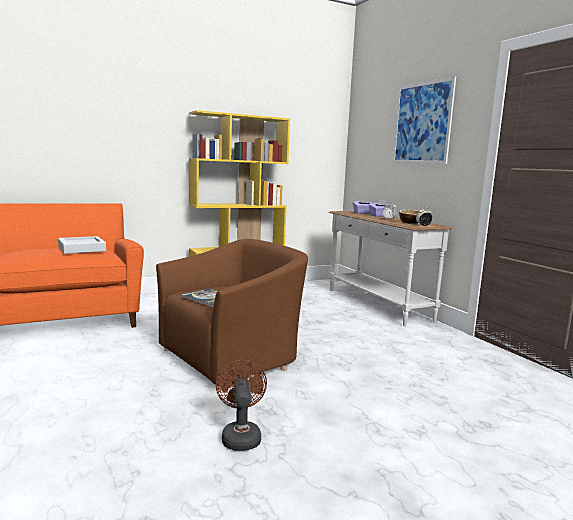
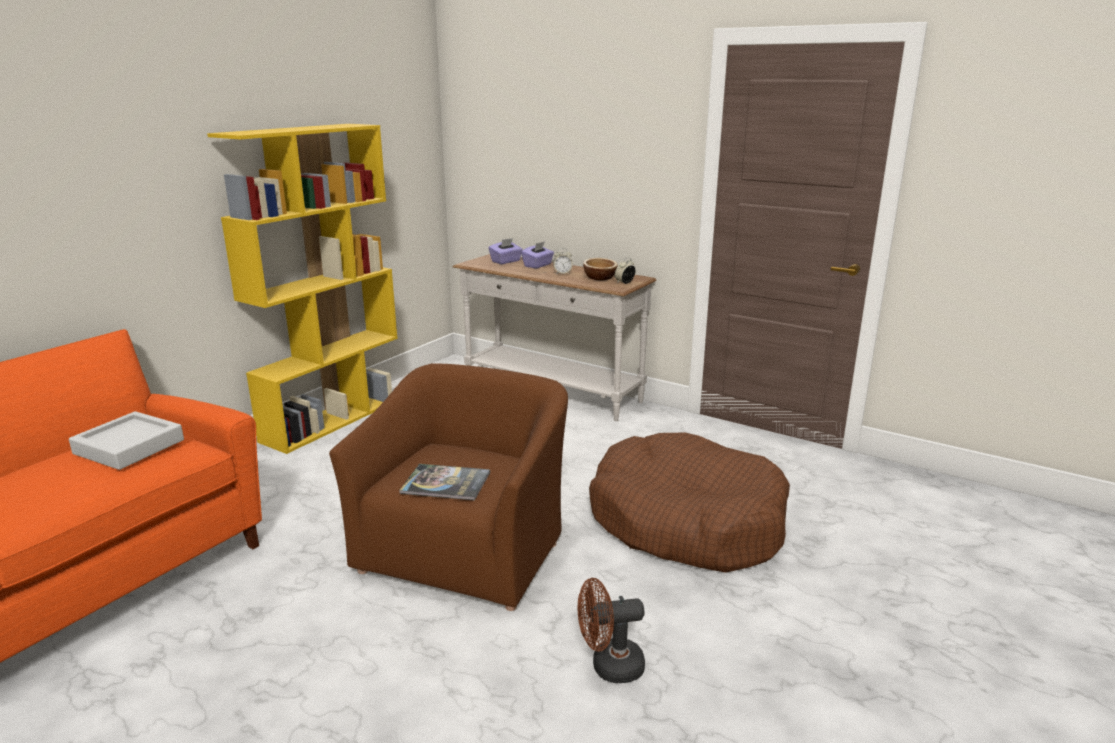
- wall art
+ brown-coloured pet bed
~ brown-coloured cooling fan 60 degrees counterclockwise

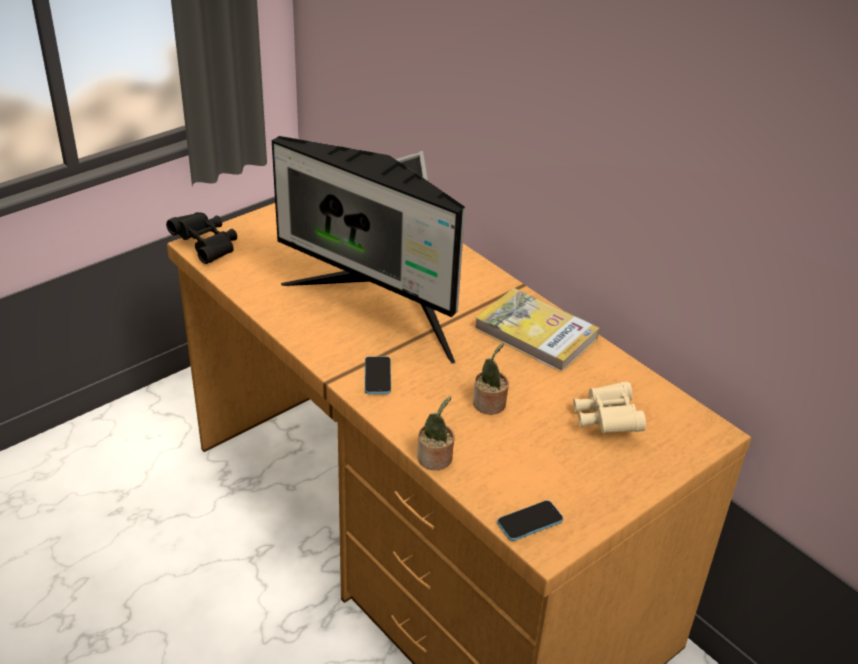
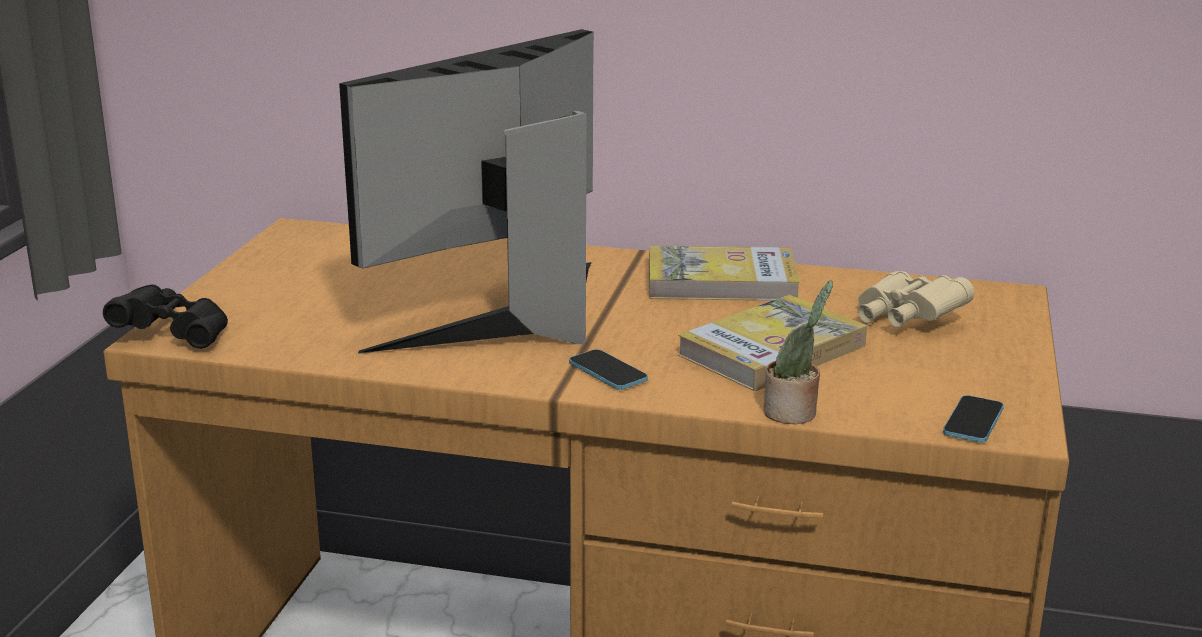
~ potted plant (no. 2 from left) to book (no. 2 from left)
~ computer display 135 degrees clockwise

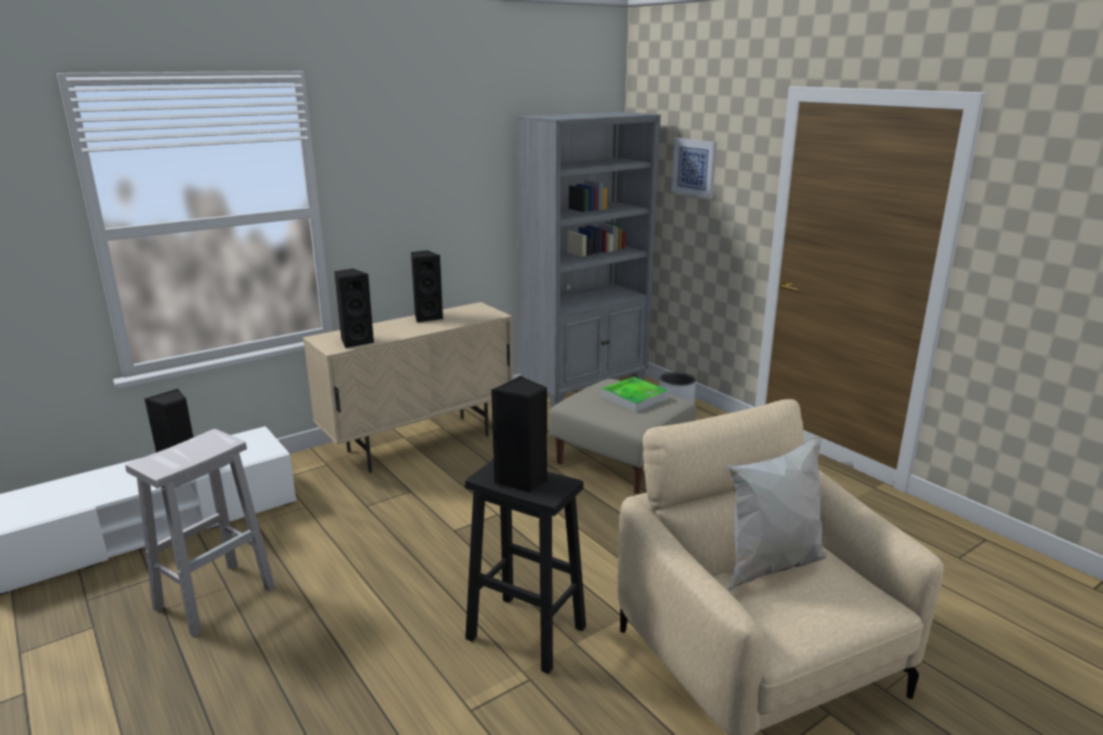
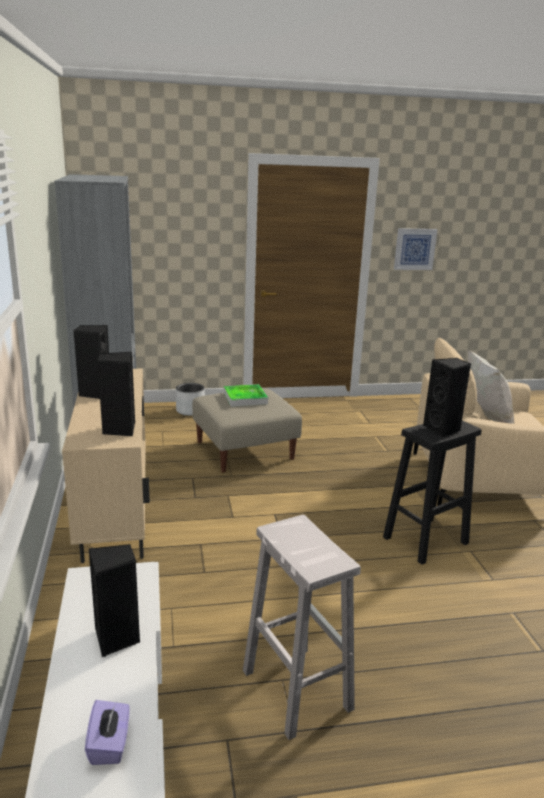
+ purplish tissue box
~ wall art

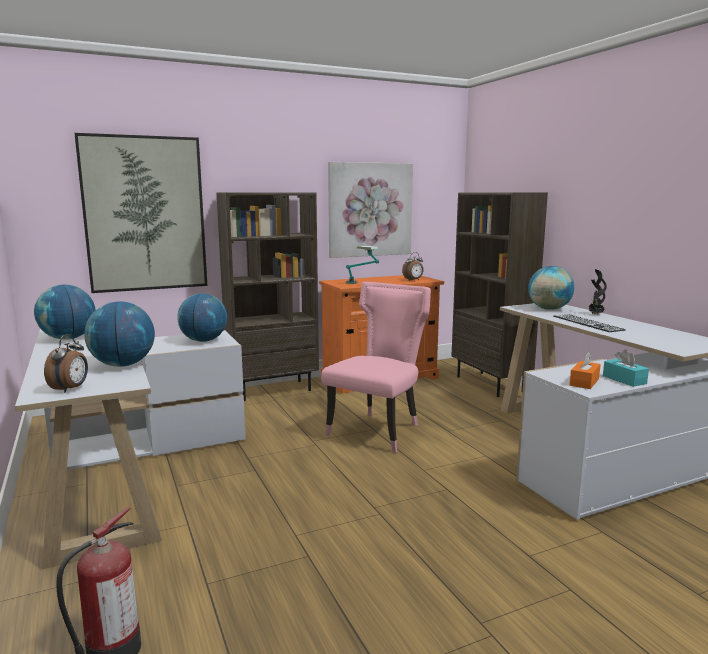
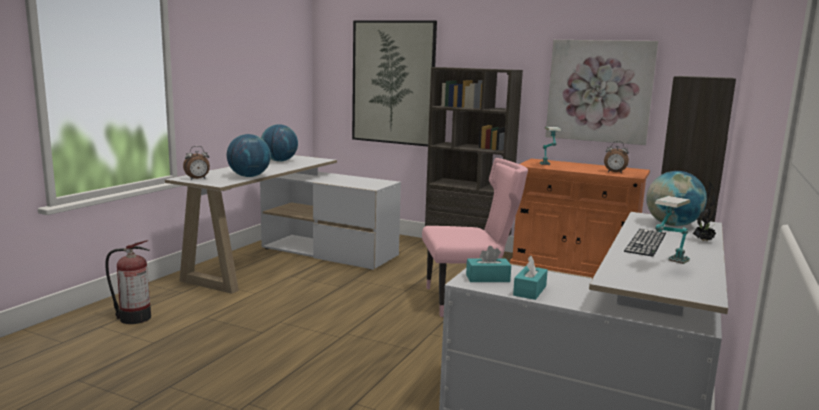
- globe (no. 3 from left)
+ lamp for a table (no. 2 from left)
~ orangey tissue box to turquoise tissue box (no. 1 from left)

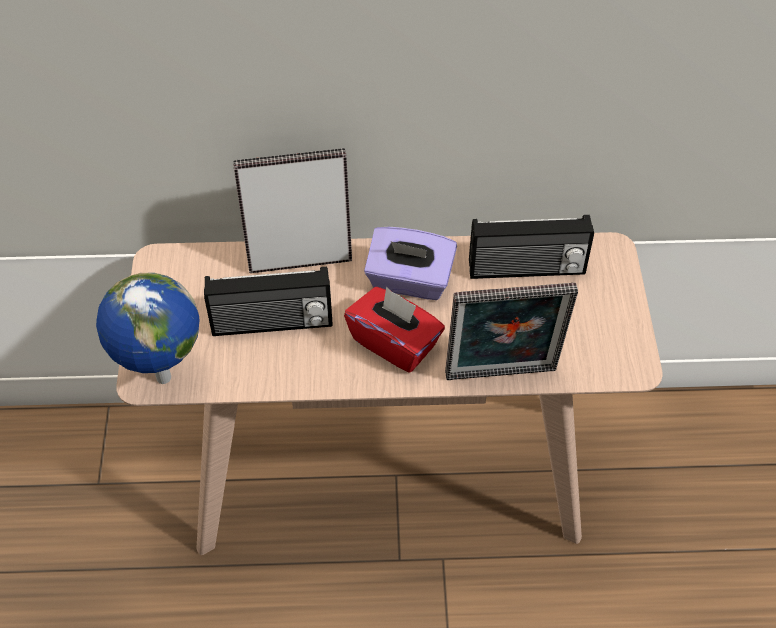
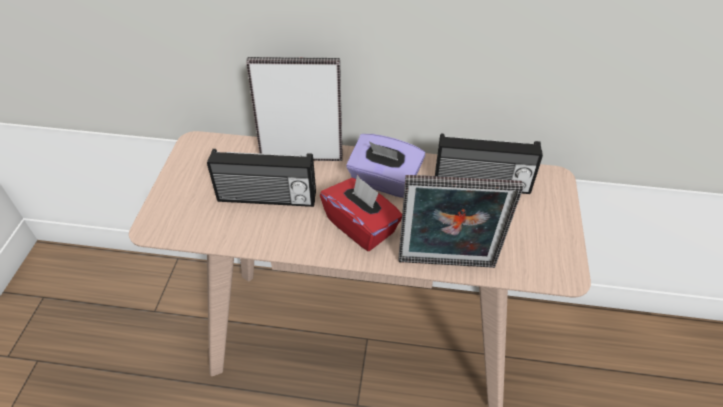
- globe

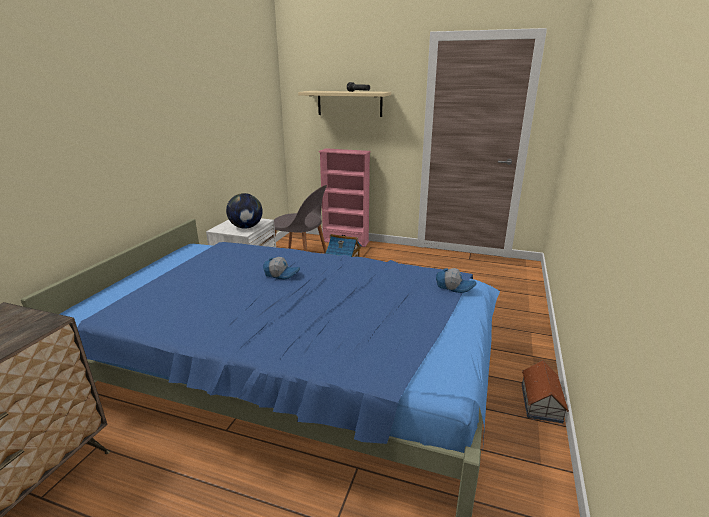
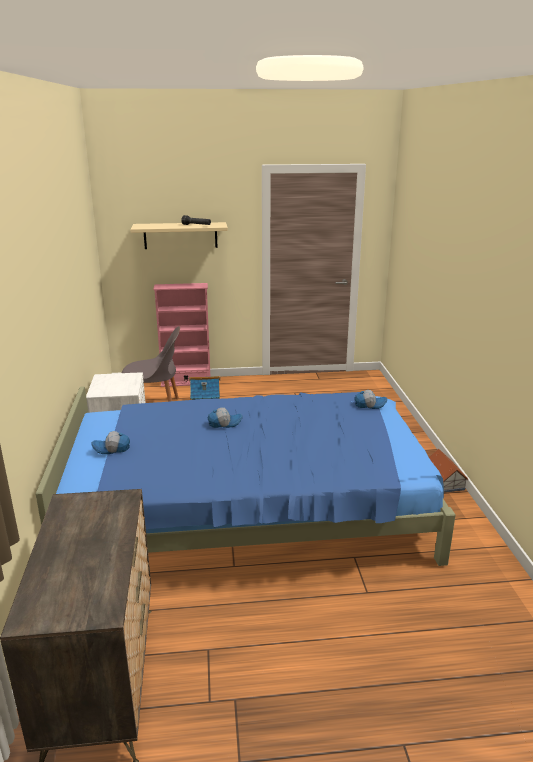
- globe
+ baseball cap (no. 1 from left)

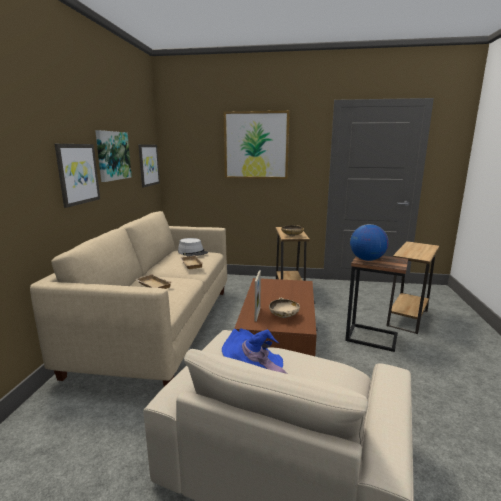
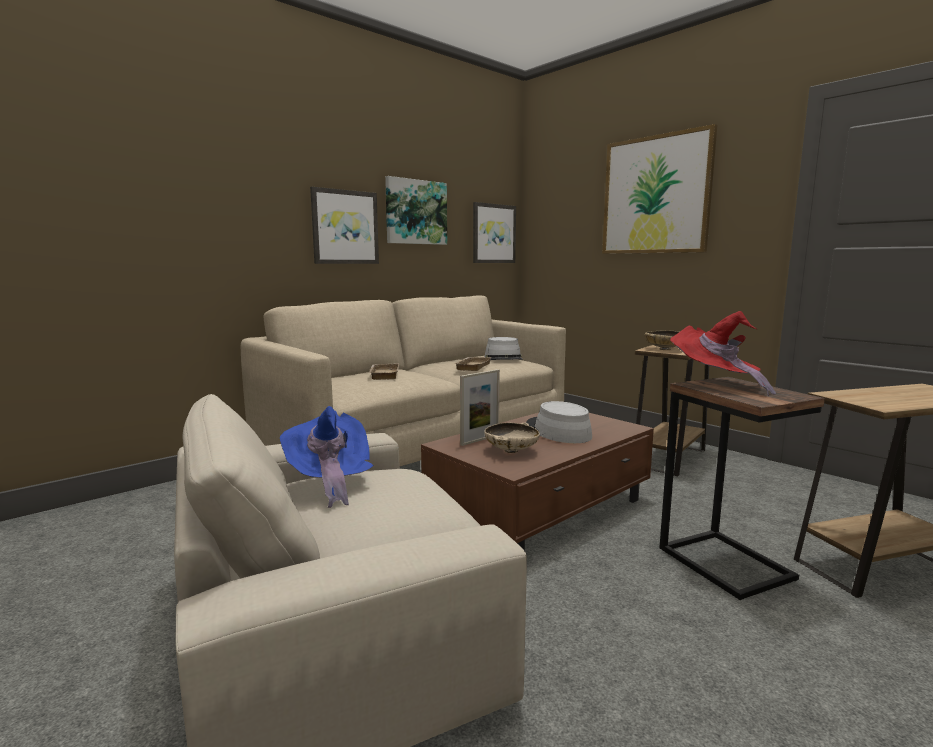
+ greyish wearable hat (no. 2 from left)
~ globe to red-coloured wearable hat

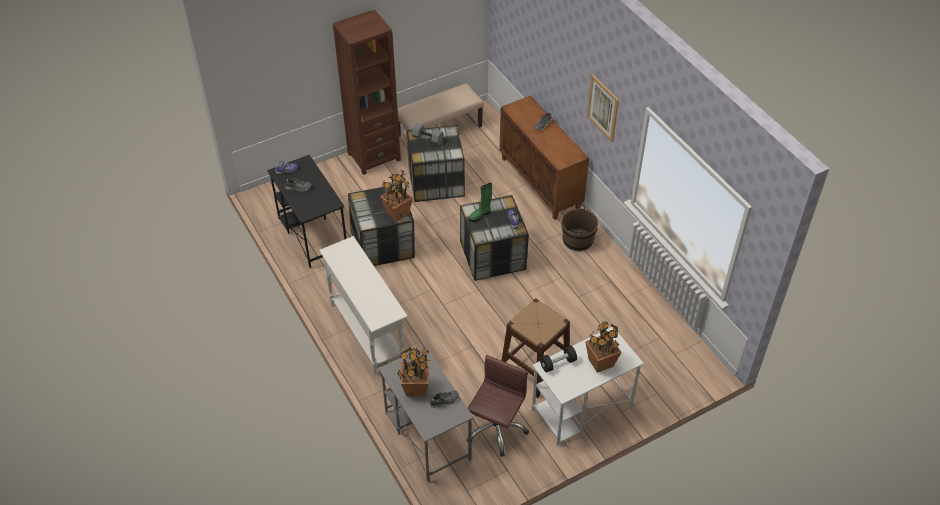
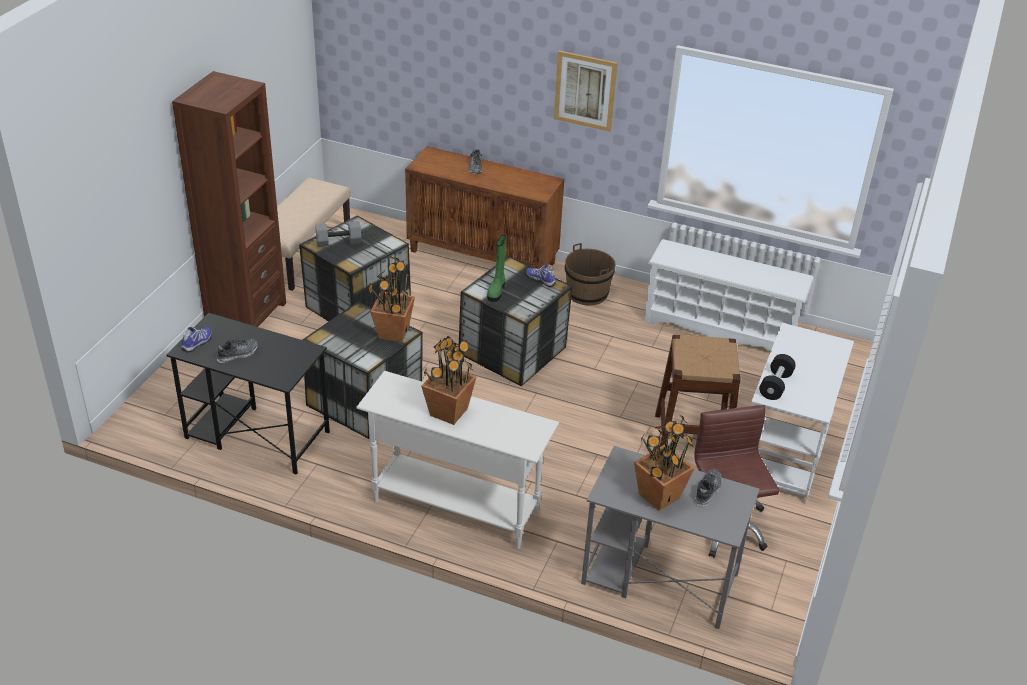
+ white shoe rack
~ potted plant (no. 3 from left in the first image) to potted plant (no. 2 from left)

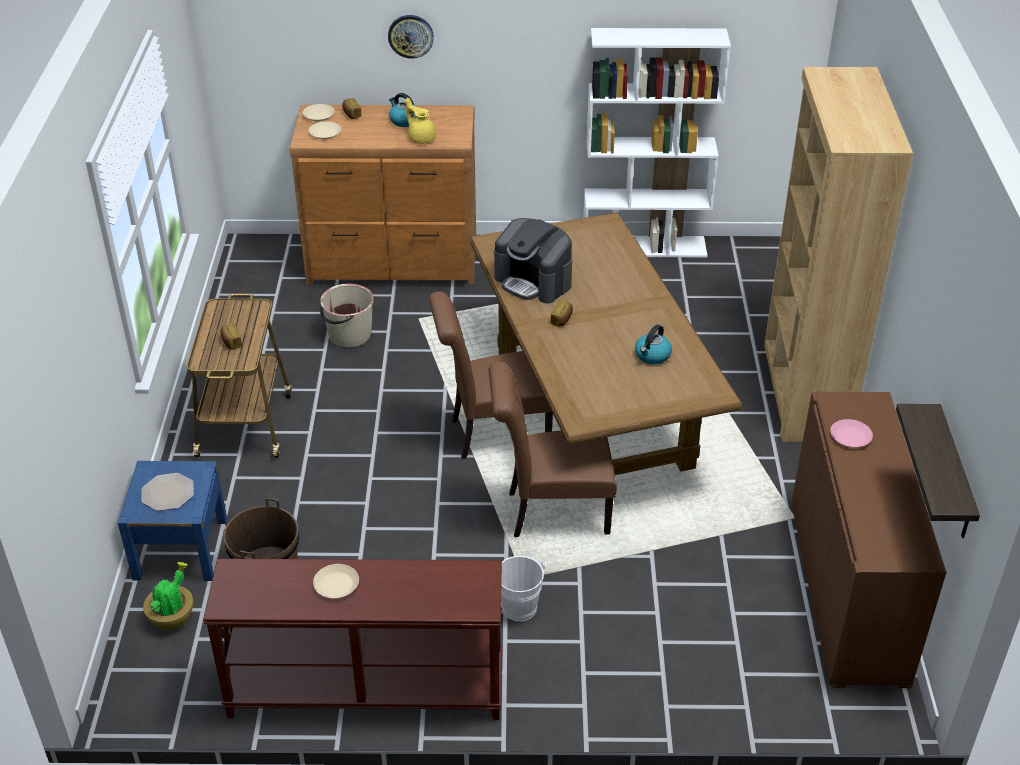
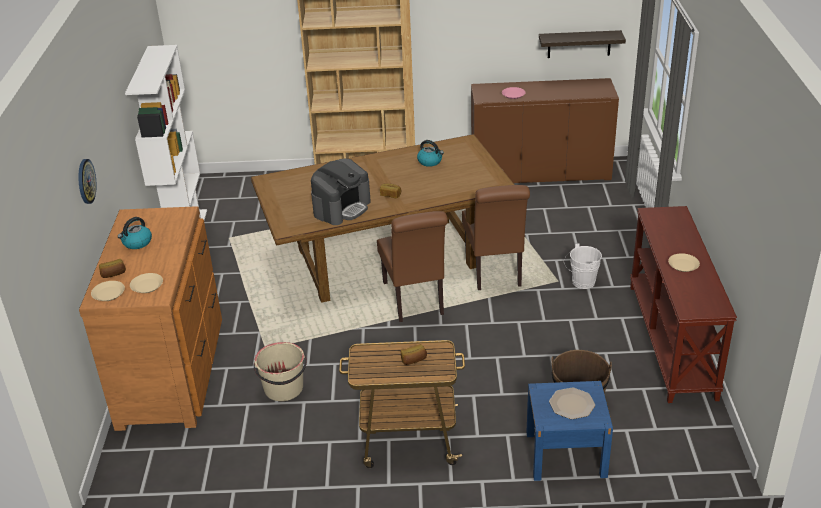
- potted plant
- yellow teapot

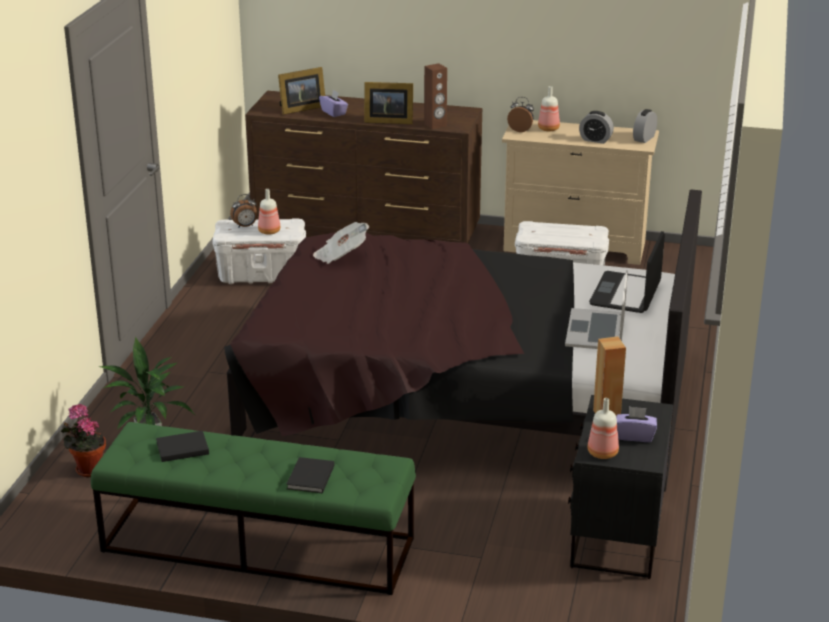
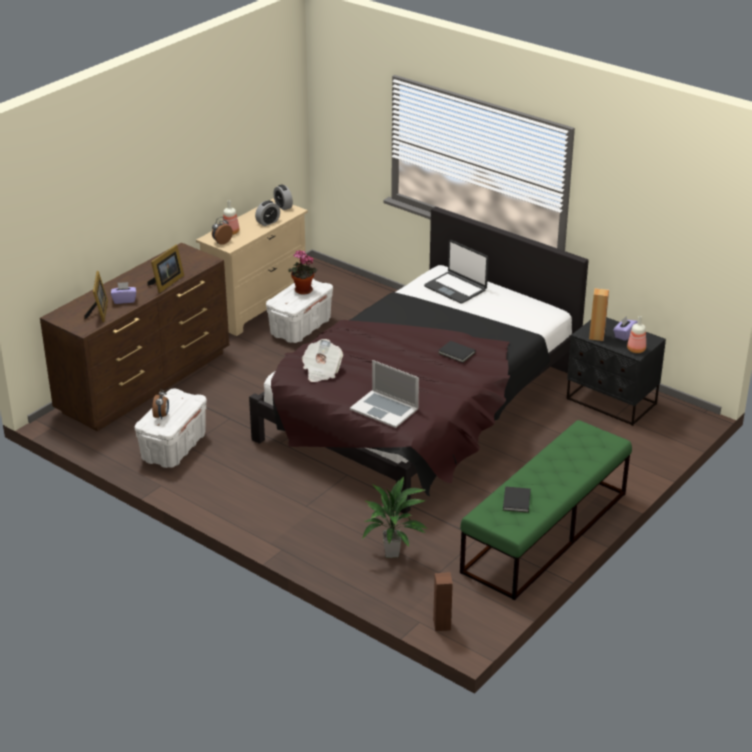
- beverage bottle (no. 1 from left)
~ potted plant (no. 1 from left)
~ black-coloured book (no. 2 from left in the first image) to black-coloured book (no. 1 from left)
~ brown-coloured audio speaker (no. 1 from left)
~ portable computer (no. 1 from left)

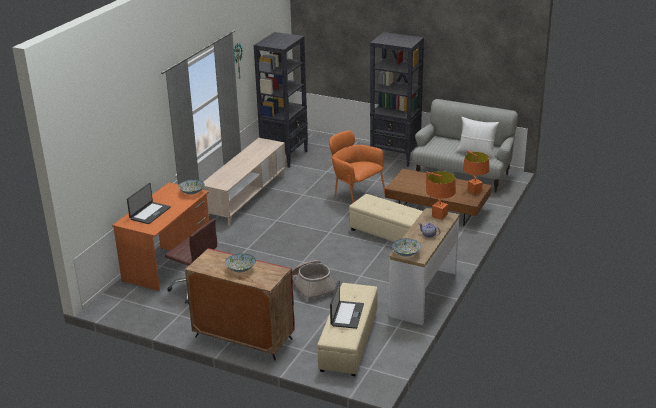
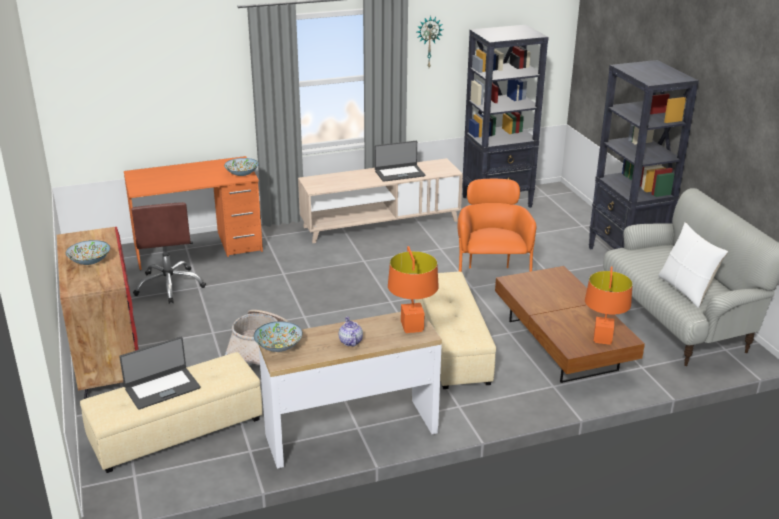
~ portable computer (no. 1 from left in the first image) to portable computer (no. 2 from left)

